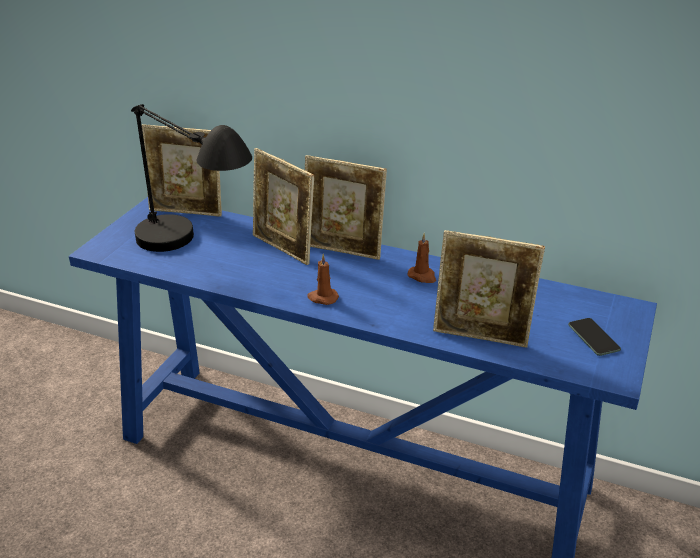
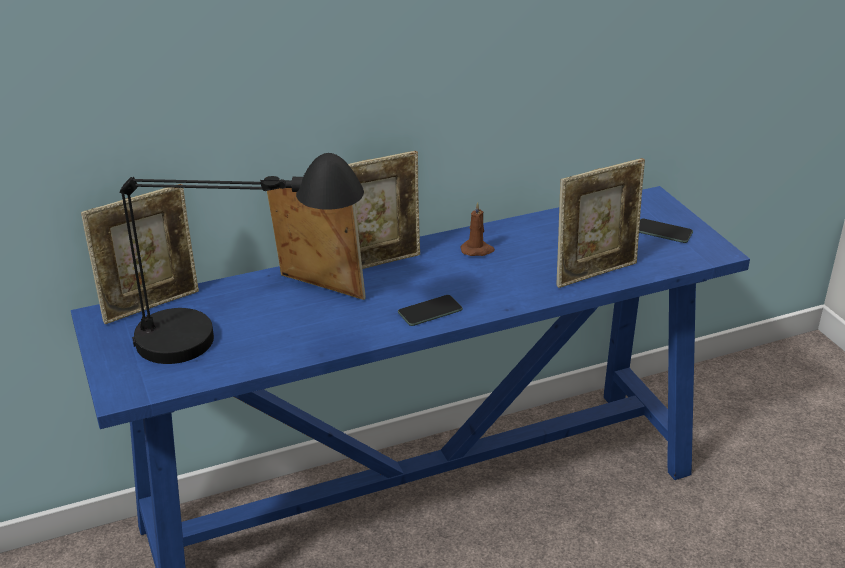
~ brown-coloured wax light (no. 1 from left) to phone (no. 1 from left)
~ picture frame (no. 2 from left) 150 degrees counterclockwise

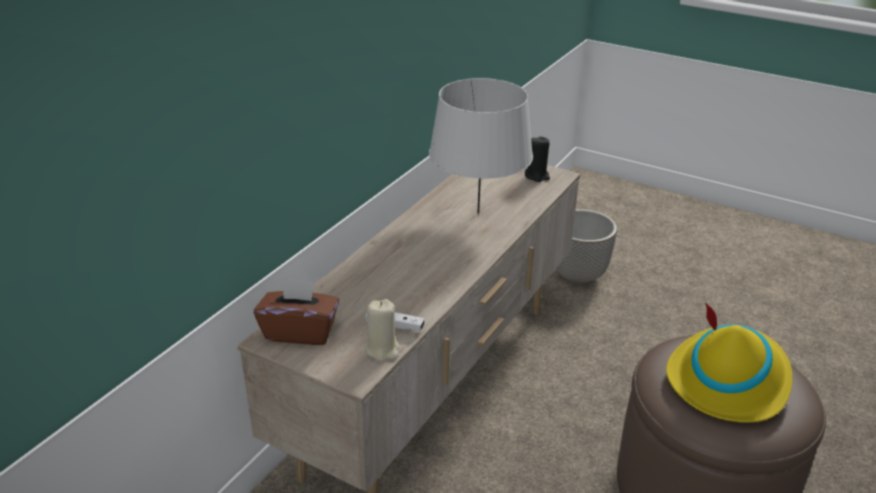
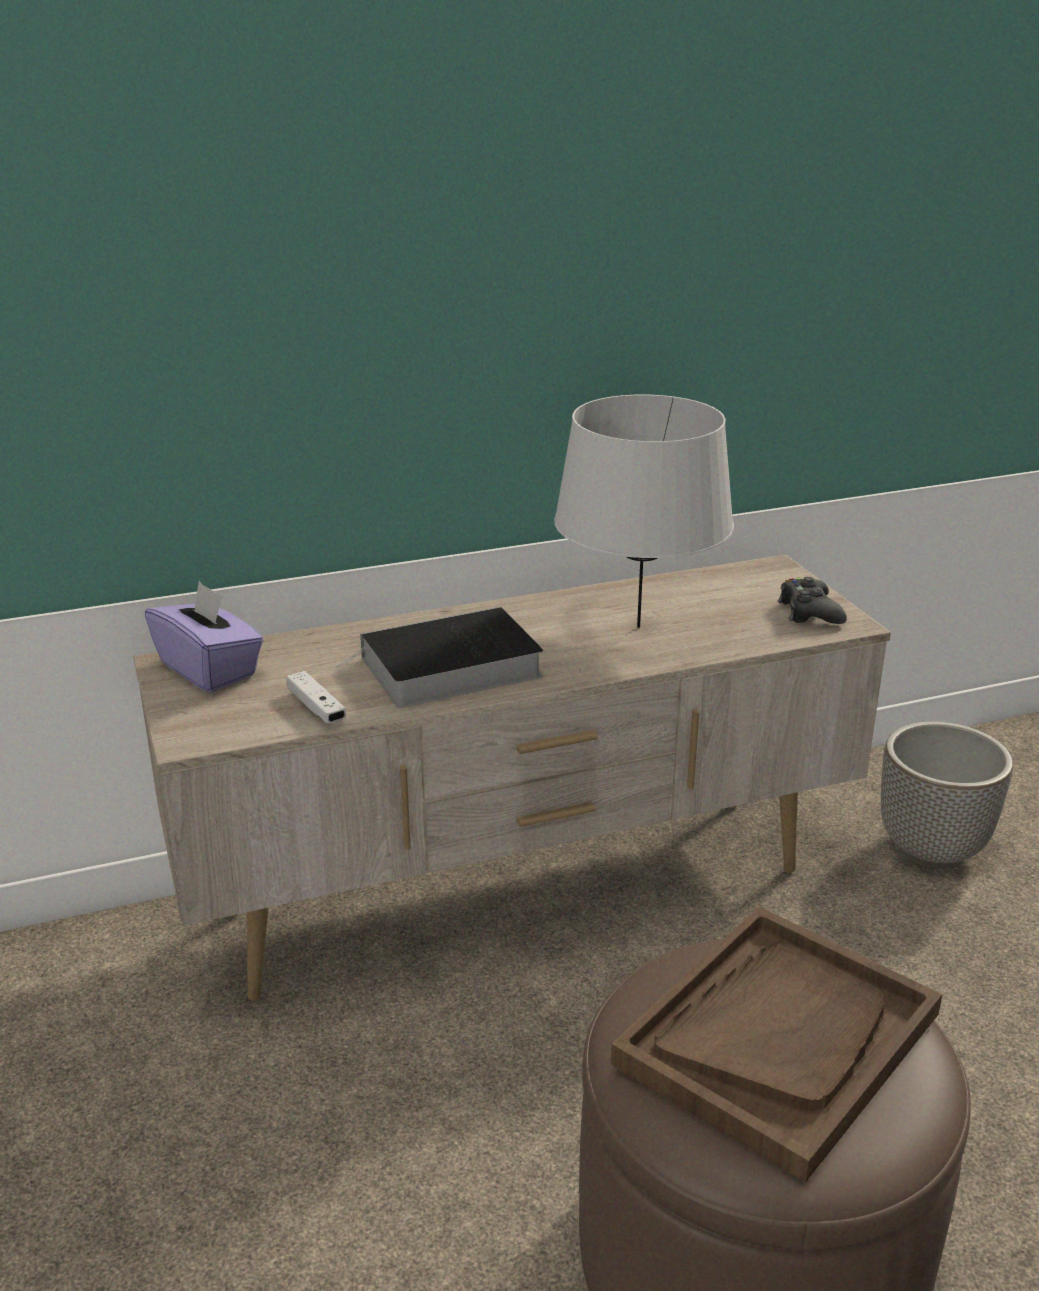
- sand-coloured wax light
+ book
~ black-coloured wax light to black-coloured joypad
~ yellow wearable hat to brown-coloured tray
~ brown-coloured tissue box to purplish tissue box

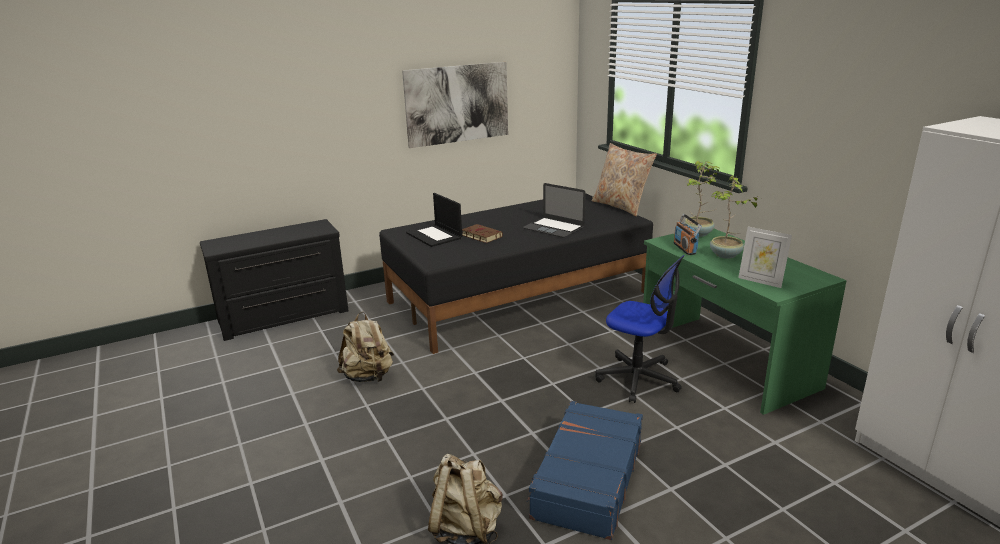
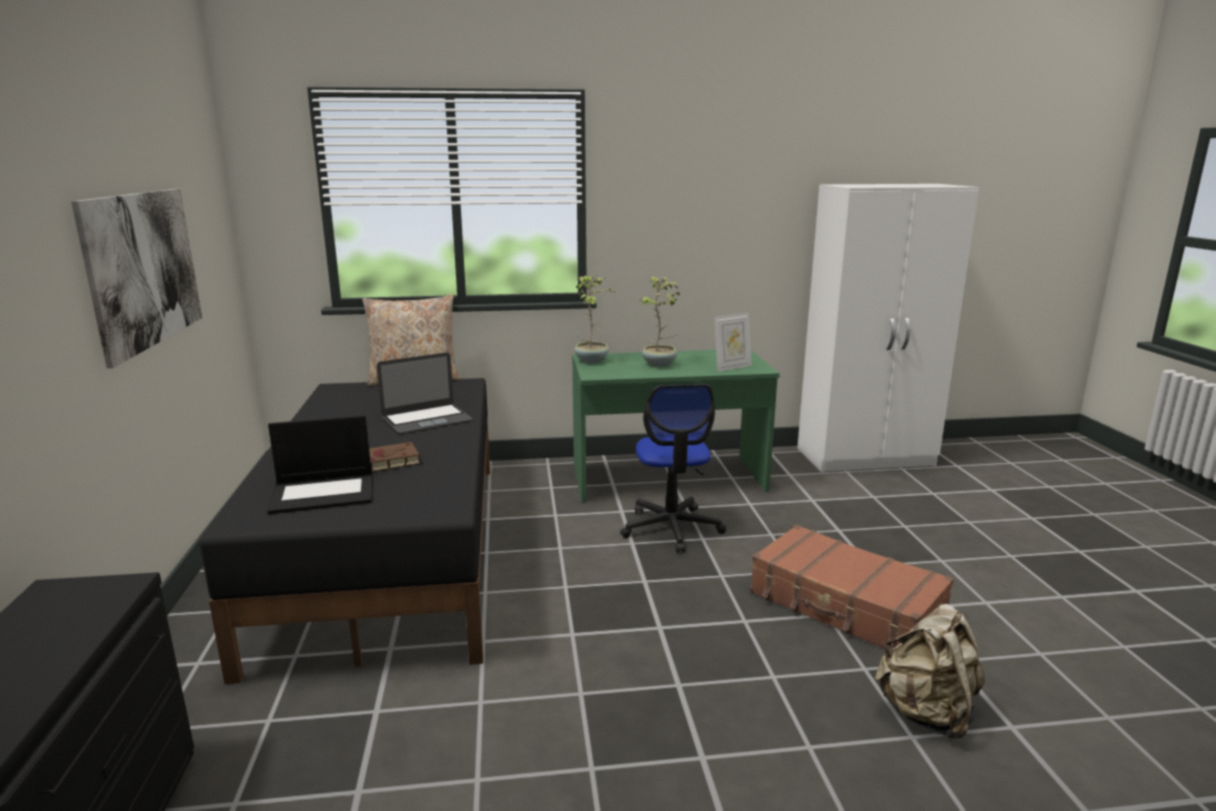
- sand-coloured backpack (no. 1 from left)
- radio set
~ bluish suitcase to brown-coloured suitcase
~ computer chair 120 degrees clockwise

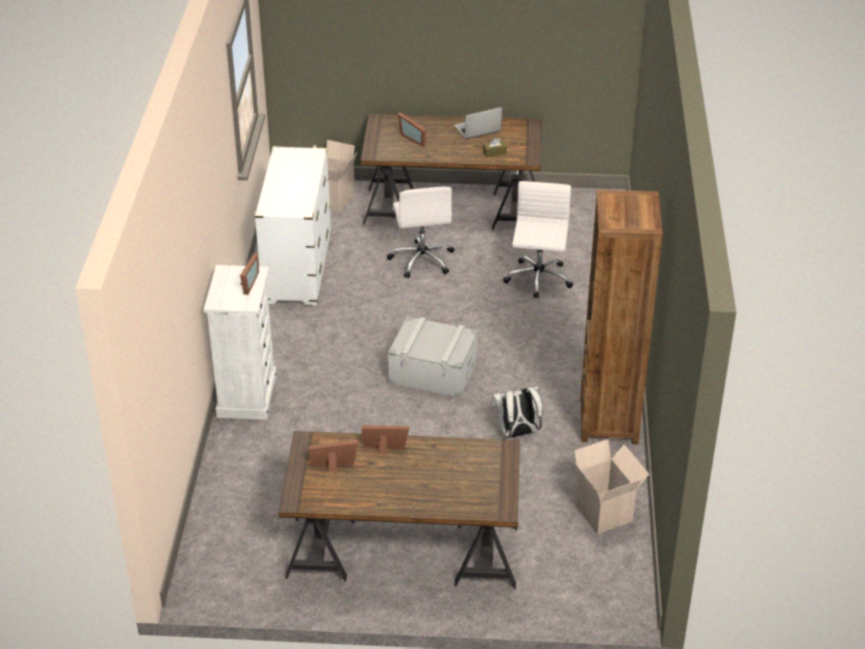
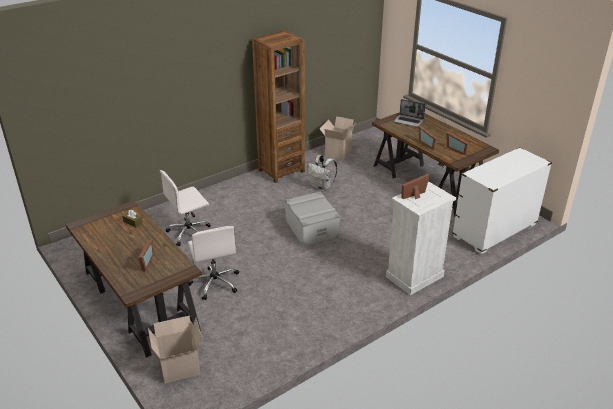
~ white dresser (no. 2 from left)
~ portable computer
~ white computer chair (no. 1 from left in the first image) 120 degrees clockwise

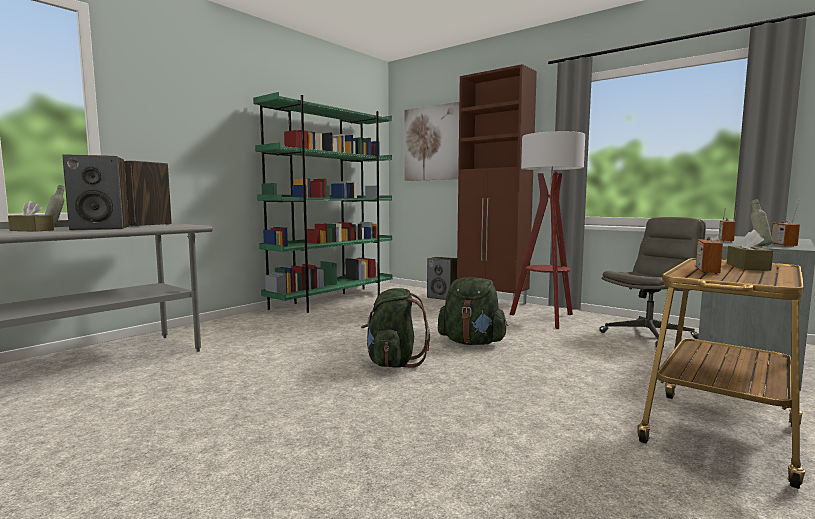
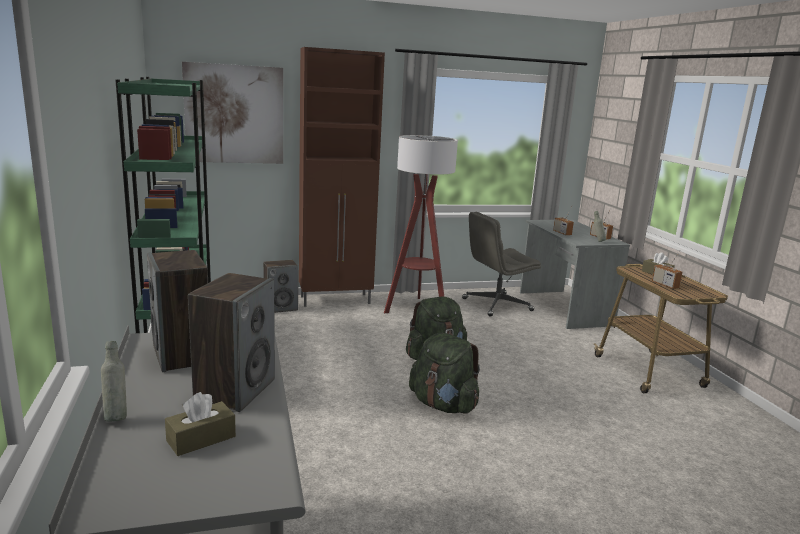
~ greyish computer chair 120 degrees counterclockwise

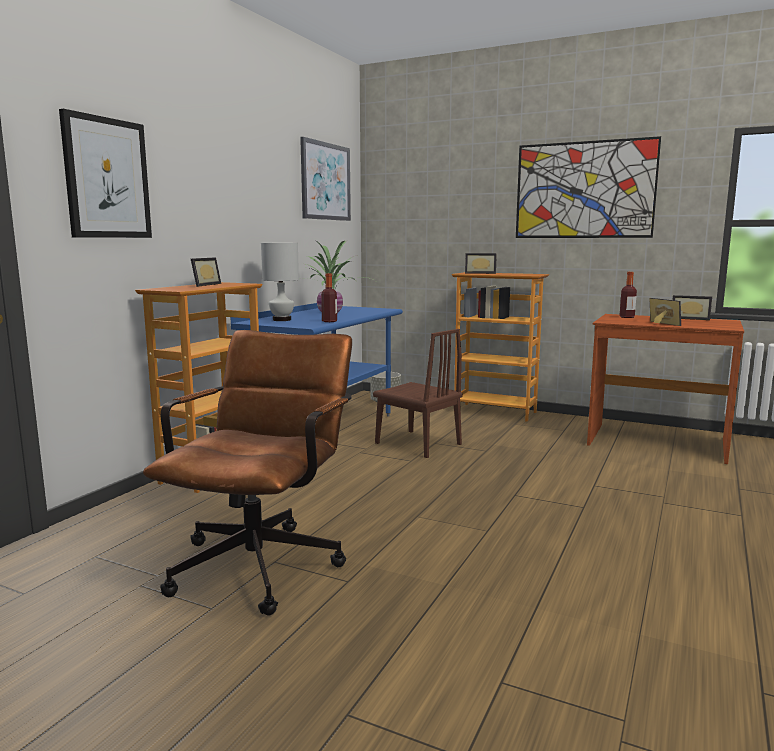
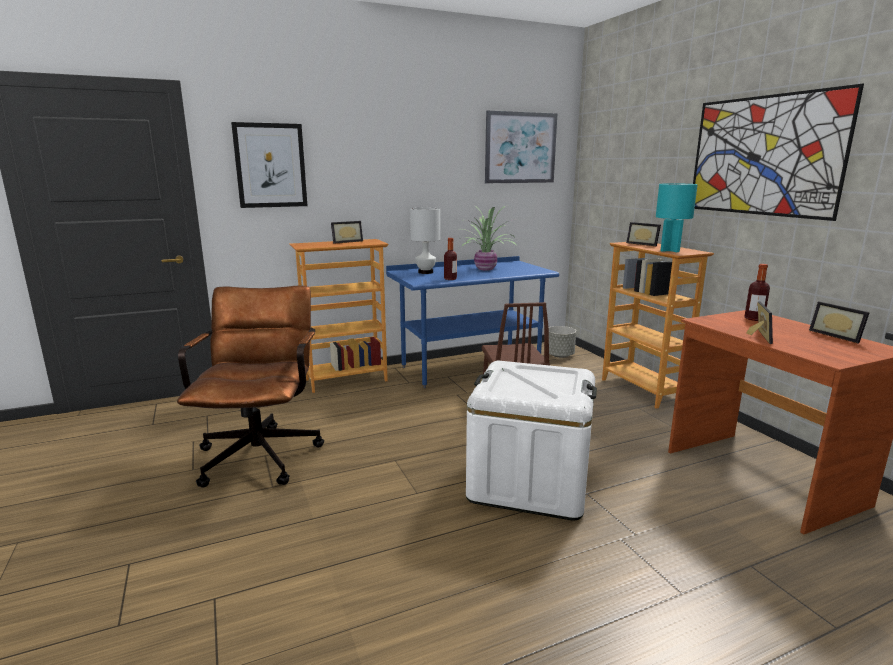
+ white storage container
+ turquoise lamp for a table
~ brown-coloured computer chair 60 degrees counterclockwise

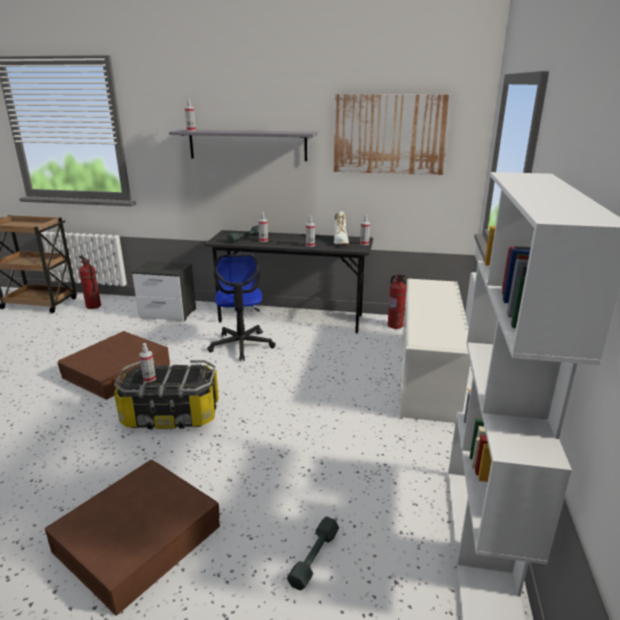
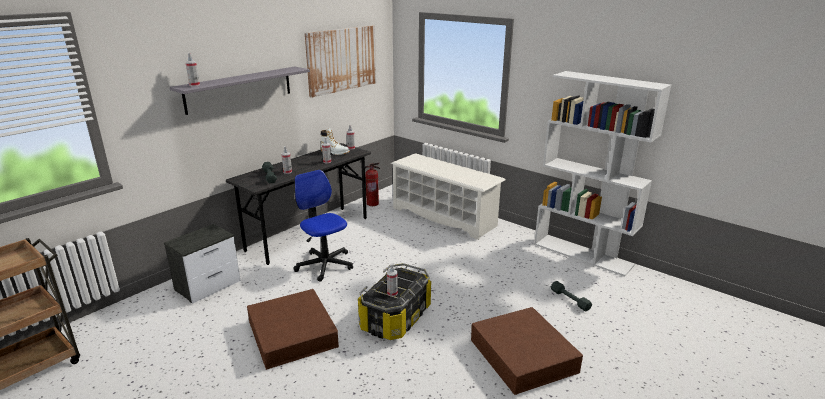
- fire extinguisher (no. 1 from left)
~ computer chair 150 degrees counterclockwise

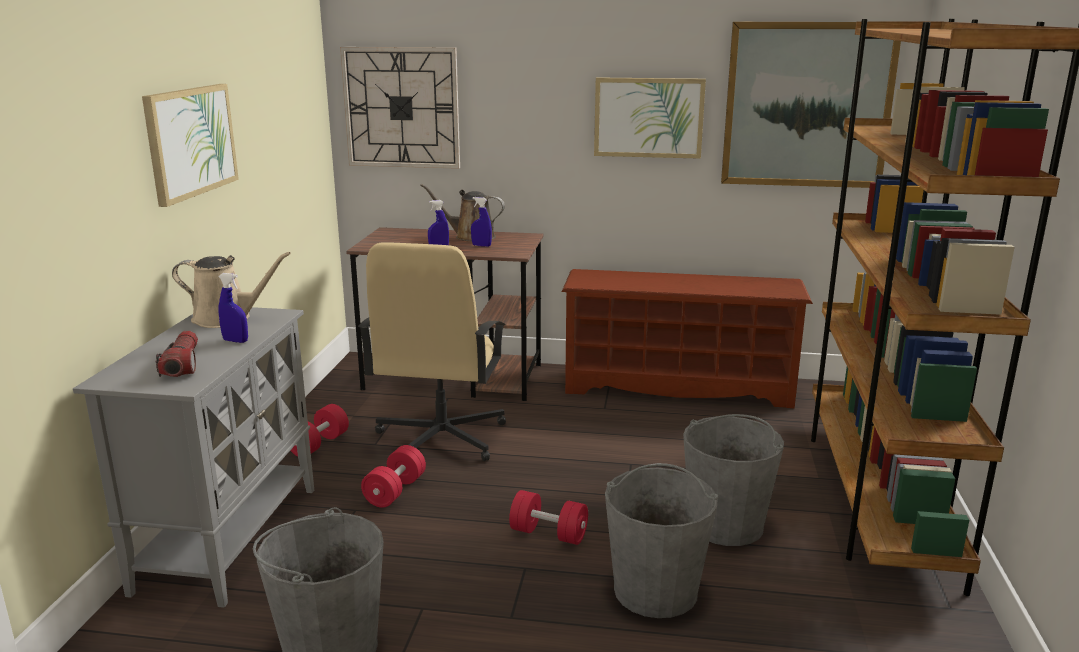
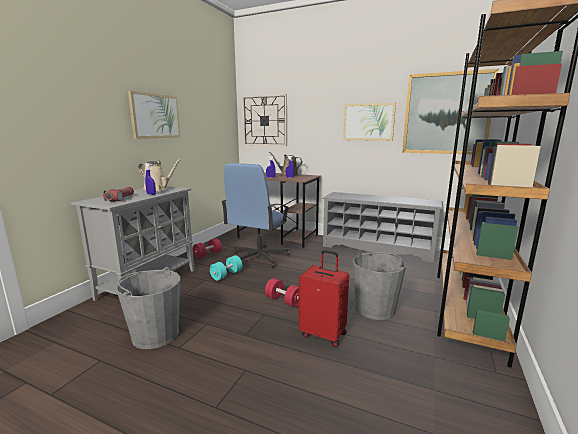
~ greyish bucket (no. 2 from left) to red-coloured suitcase
~ sand-coloured computer chair to bluish computer chair
~ red-coloured free weight (no. 2 from left) to turquoise free weight
~ brown-coloured shoe rack to greyish shoe rack

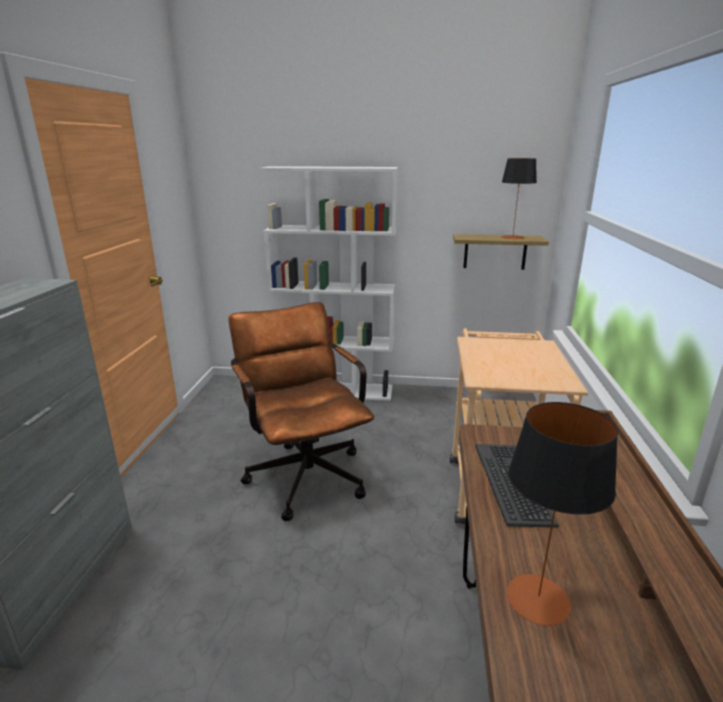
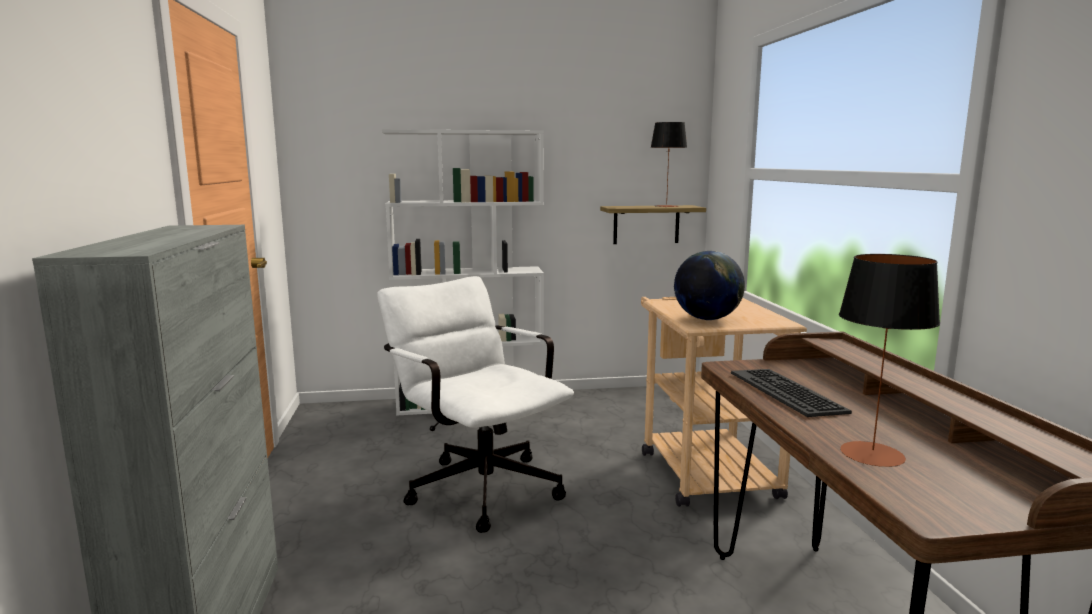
+ globe
~ brown-coloured computer chair to white computer chair

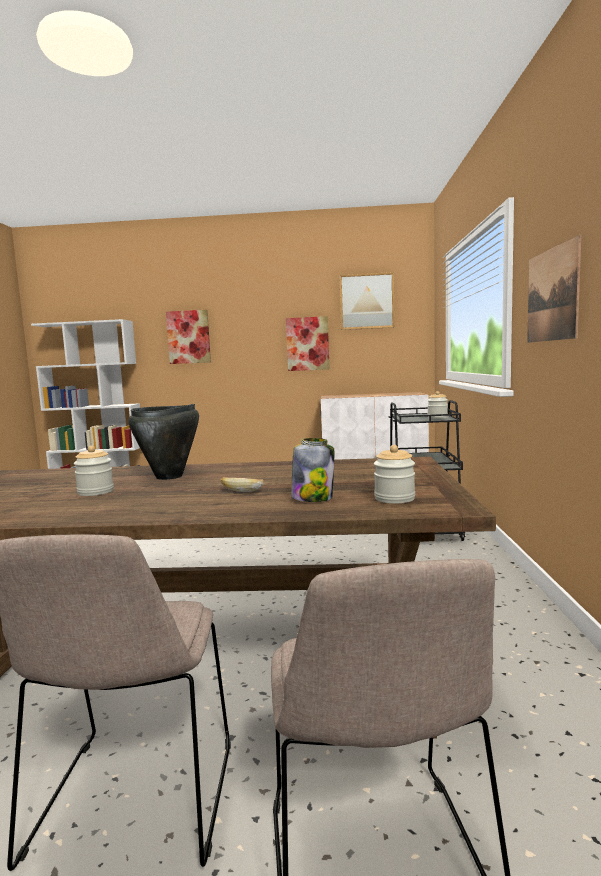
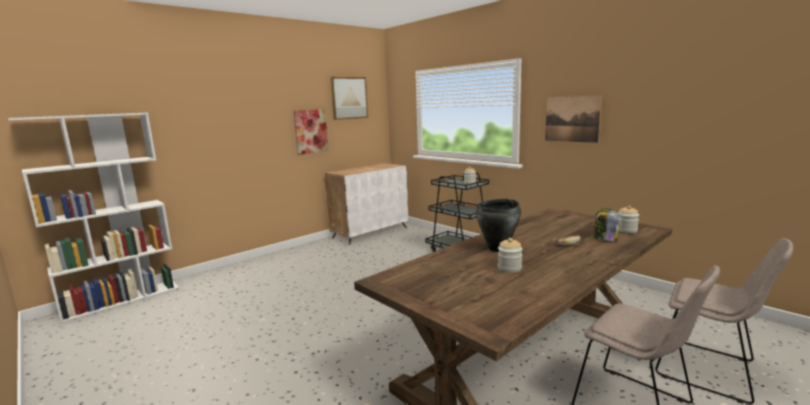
- wall art (no. 1 from left)

